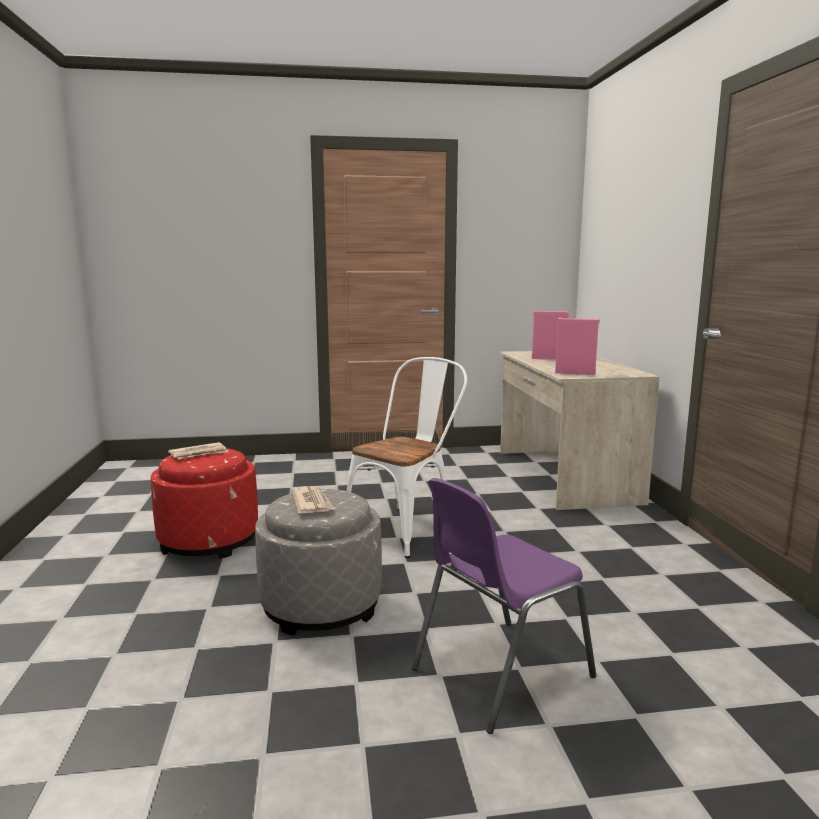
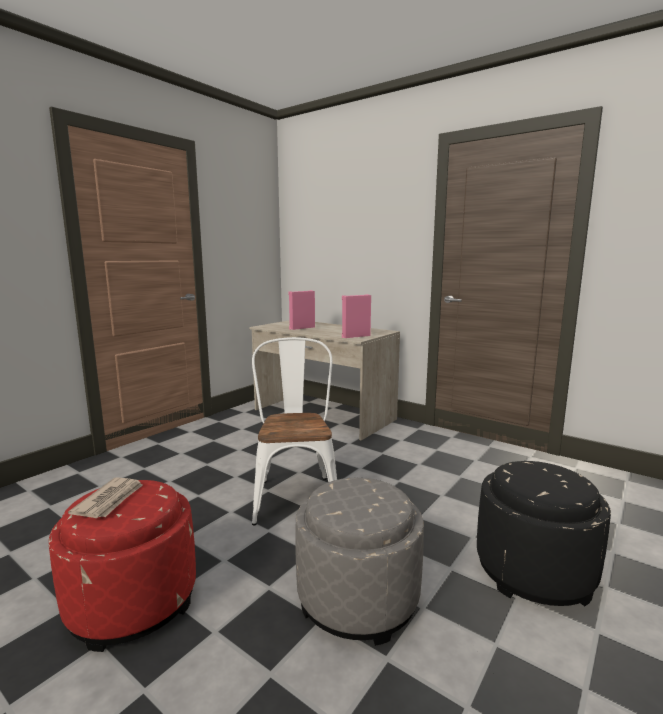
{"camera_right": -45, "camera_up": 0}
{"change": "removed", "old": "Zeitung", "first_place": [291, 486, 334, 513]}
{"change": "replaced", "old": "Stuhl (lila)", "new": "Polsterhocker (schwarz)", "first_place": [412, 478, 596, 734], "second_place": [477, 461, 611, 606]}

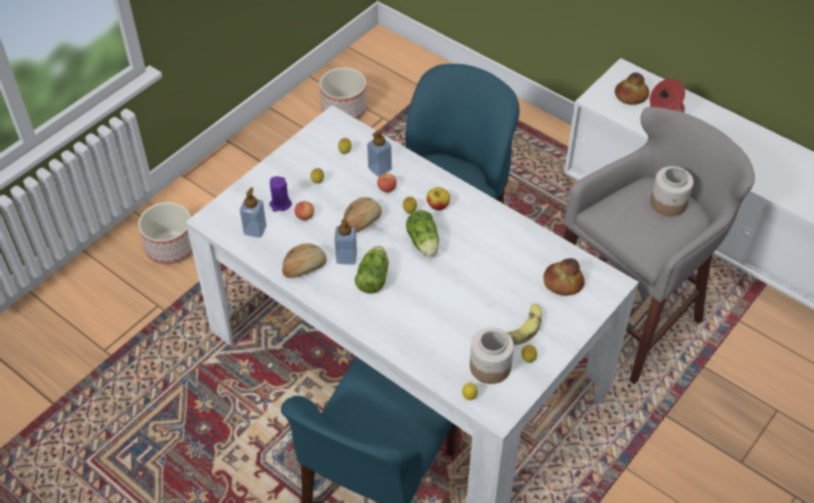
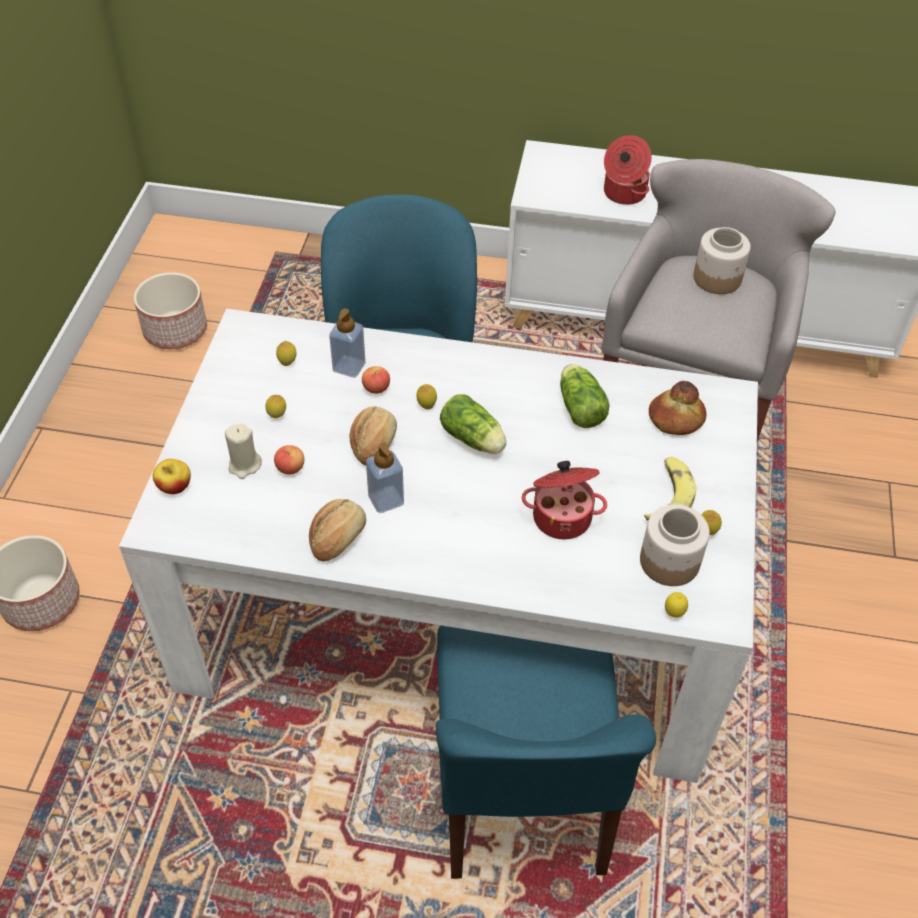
{"camera_right": -30, "camera_up": 0}
{"change": "removed", "old": "Seifenspender", "first_place": [240, 188, 267, 238]}
{"change": "removed", "old": "Brot", "first_place": [615, 72, 649, 105]}
{"change": "added", "new": "Kochtopf", "second_place": [522, 461, 607, 539]}
{"change": "moved", "old": "Salatkopf", "first_place": [355, 246, 388, 294], "second_place": [560, 364, 610, 428]}
{"change": "moved", "old": "Apfel", "first_place": [427, 187, 450, 210], "second_place": [153, 459, 191, 494]}
{"change": "recoloured", "old": "Kerze (lila)", "new": "Kerze (beige)", "first_place": [269, 176, 292, 212], "second_place": [225, 423, 262, 479]}

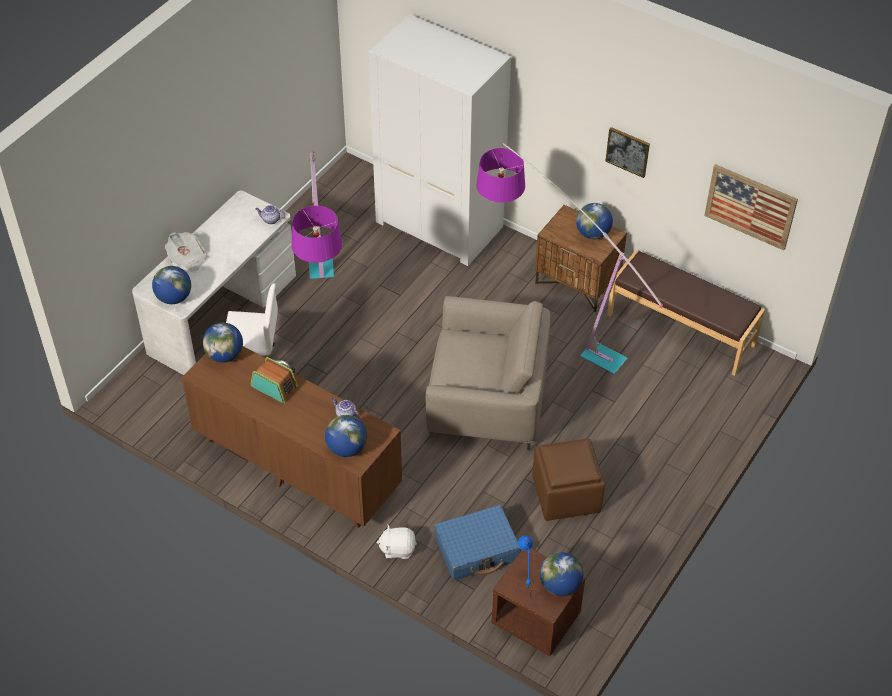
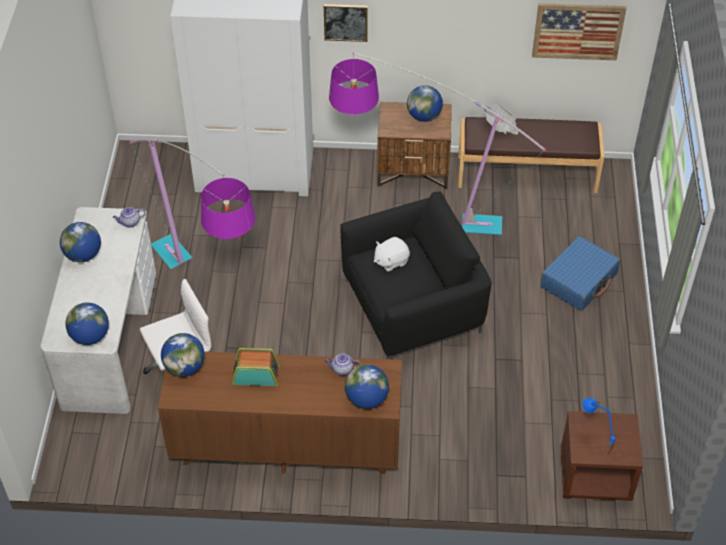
{"camera_right": -30, "camera_up": 0}
{"change": "removed", "old": "Polsterhocker (braun)", "first_place": [533, 438, 605, 521]}
{"change": "moved", "old": "Zeitung", "first_place": [165, 232, 207, 273], "second_place": [483, 103, 518, 135]}
{"change": "moved", "old": "Plüschtier (weiß)", "first_place": [376, 525, 416, 559], "second_place": [374, 237, 410, 272]}
{"change": "moved", "old": "Koffer (blau)", "first_place": [434, 505, 520, 580], "second_place": [541, 236, 620, 311]}
{"change": "moved", "old": "Globus", "first_place": [540, 552, 583, 596], "second_place": [60, 222, 101, 262]}
{"change": "moved", "old": "Bild", "first_place": [605, 127, 650, 178], "second_place": [324, 4, 368, 42]}
{"change": "recoloured", "old": "Sessel (beige)", "new": "Sessel (schwarz)", "first_place": [426, 296, 550, 451], "second_place": [341, 192, 491, 359]}

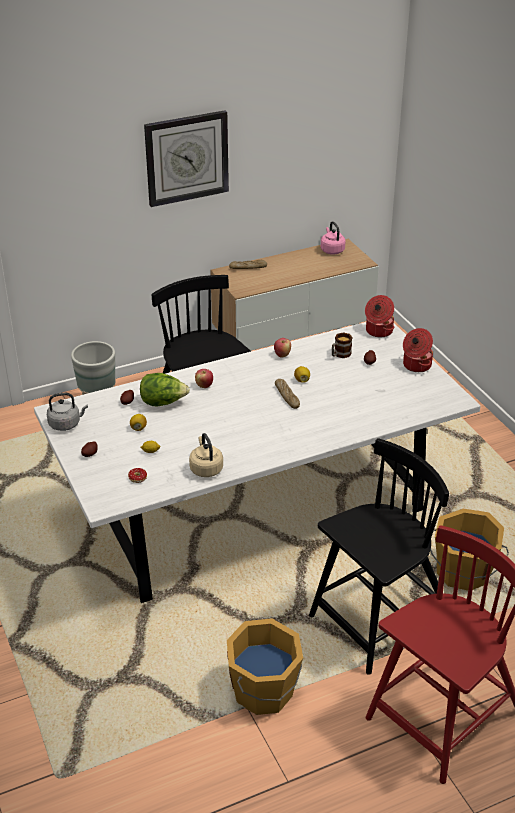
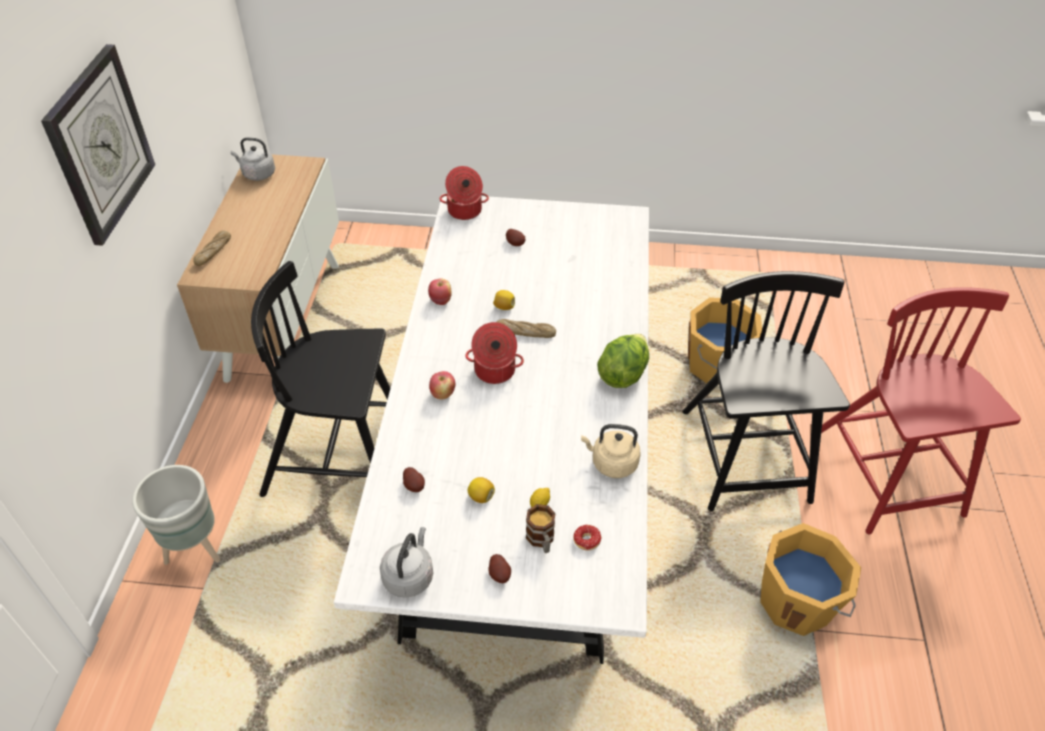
{"camera_right": -60, "camera_up": 10}
{"change": "moved", "old": "Salatkopf", "first_place": [140, 373, 190, 406], "second_place": [597, 334, 649, 388]}
{"change": "moved", "old": "Henkelbecher", "first_place": [332, 332, 353, 358], "second_place": [526, 504, 555, 553]}
{"change": "moved", "old": "Kochtopf", "first_place": [403, 328, 433, 372], "second_place": [466, 322, 524, 384]}
{"change": "recoloured", "old": "Wasserkessel (rosa)", "new": "Wasserkessel (grau)", "first_place": [321, 221, 346, 255], "second_place": [231, 138, 275, 181]}

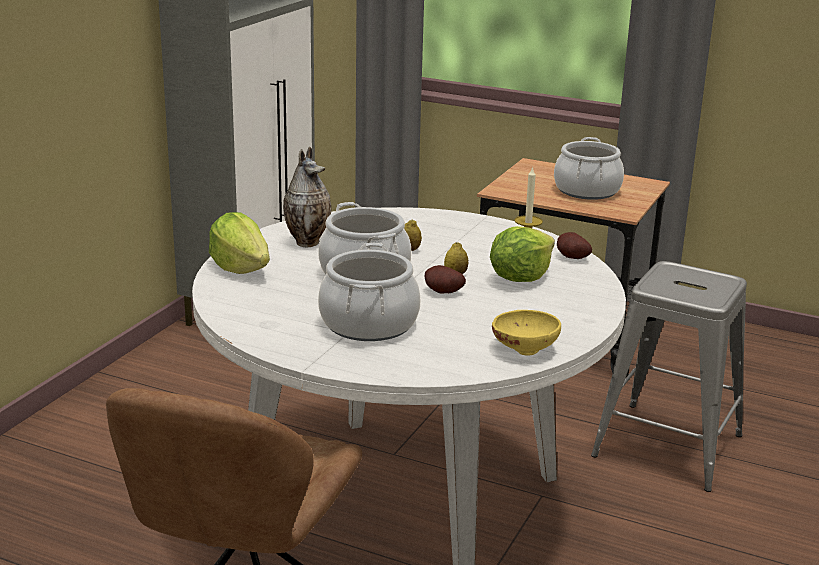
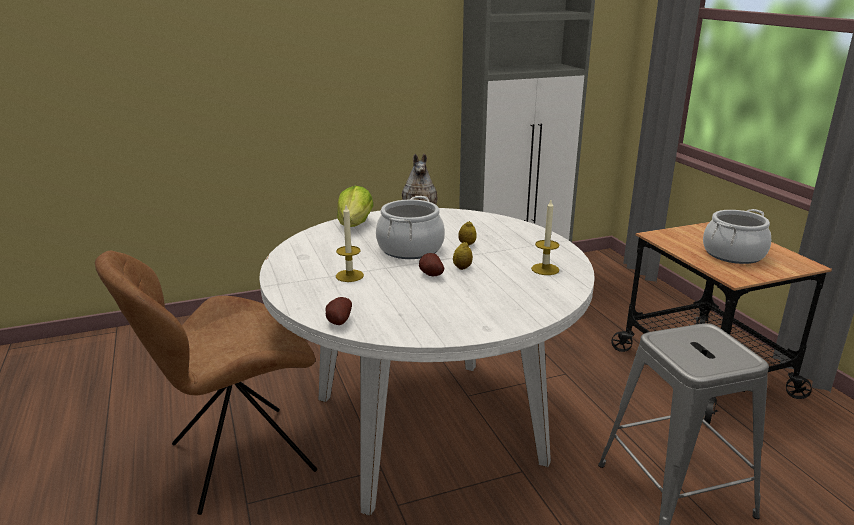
{"camera_right": 45, "camera_up": 0}
{"change": "removed", "old": "Salatkopf", "first_place": [490, 226, 555, 282]}
{"change": "removed", "old": "Schüssel (gelb)", "first_place": [492, 310, 561, 356]}
{"change": "moved", "old": "Kartoffel", "first_place": [557, 232, 592, 259], "second_place": [325, 297, 352, 325]}
{"change": "replaced", "old": "Kochtopf", "new": "Kerze", "first_place": [318, 243, 421, 341], "second_place": [336, 205, 364, 282]}

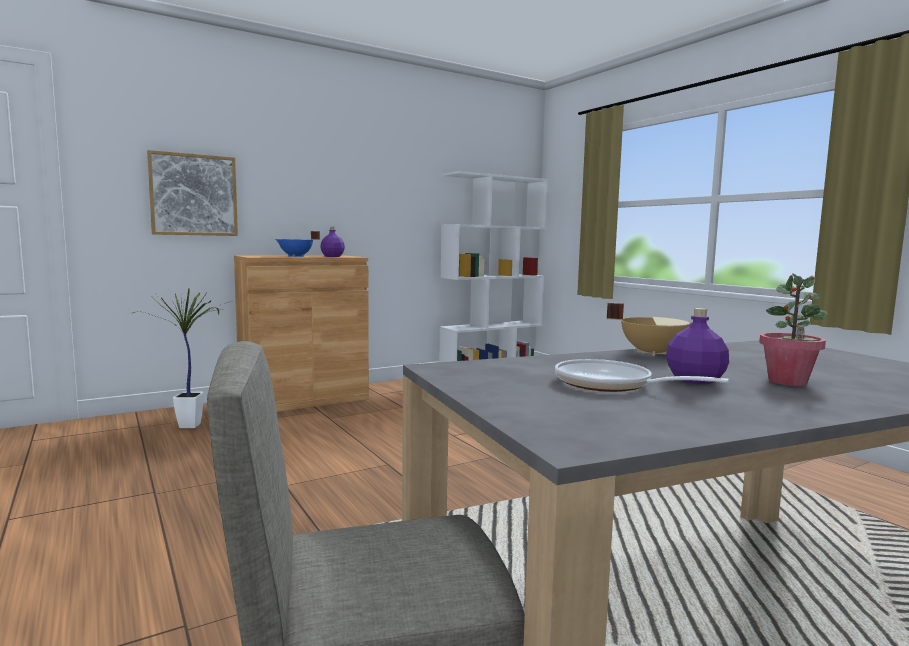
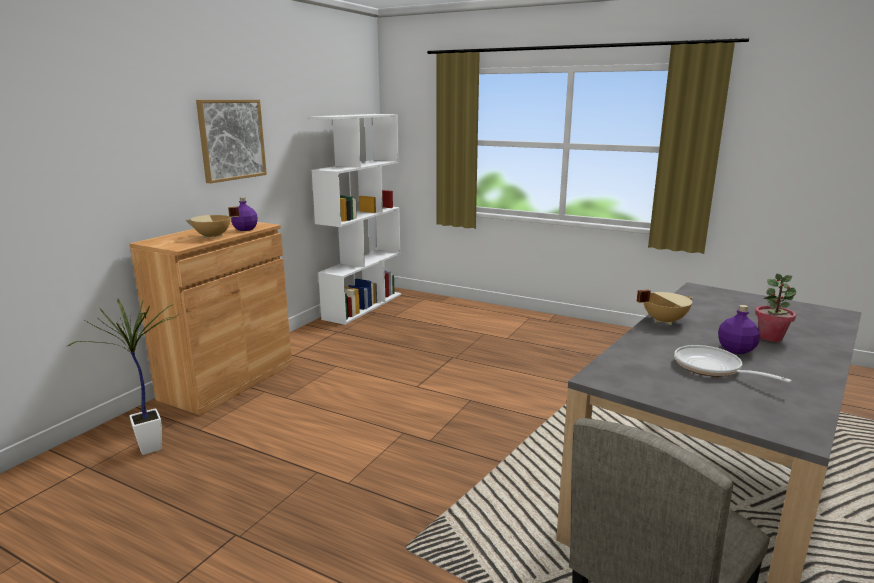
{"camera_right": -30, "camera_up": 10}
{"change": "moved", "old": "Bild", "first_place": [147, 150, 238, 236], "second_place": [196, 100, 267, 184]}
{"change": "recoloured", "old": "Kochtopf (blau)", "new": "Kochtopf (beige)", "first_place": [275, 231, 320, 257], "second_place": [185, 207, 239, 239]}
{"change": "turned", "old": "Pfanne", "first_place": [555, 359, 730, 392], "second_place": [674, 345, 792, 383], "degrees": 45}

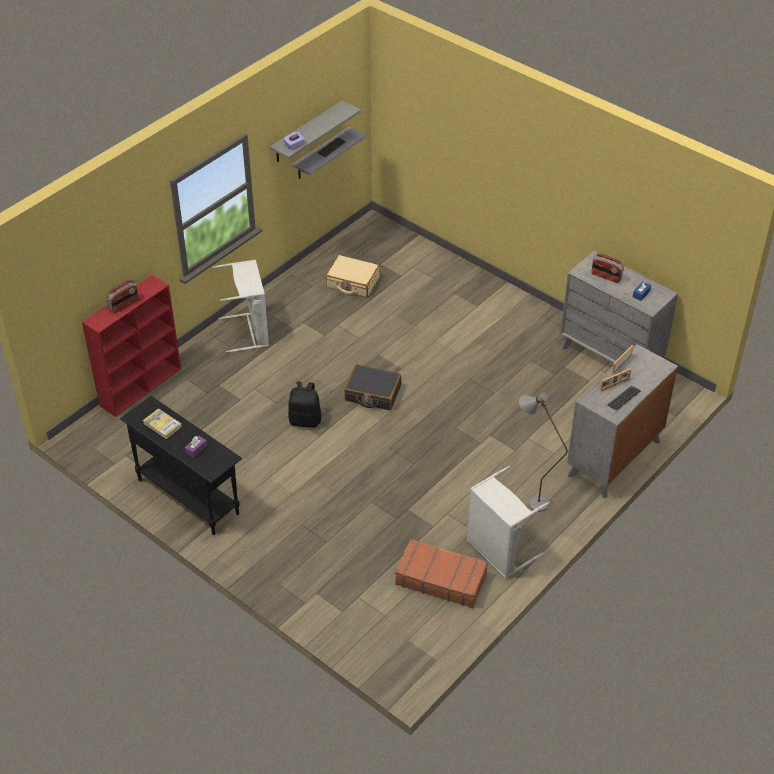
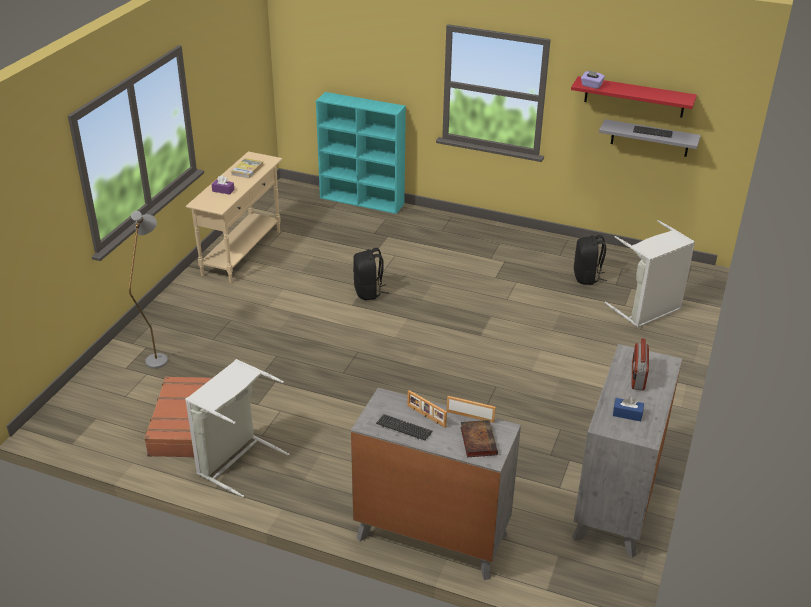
{"camera_right": 70, "camera_up": -10}
{"change": "removed", "old": "Radio", "first_place": [107, 279, 139, 313]}
{"change": "removed", "old": "Koffer (schwarz)", "first_place": [344, 364, 401, 411]}
{"change": "added", "new": "Buch", "second_place": [460, 420, 498, 457]}
{"change": "moved", "old": "Wäschekorb (grau)", "first_place": [213, 260, 269, 353], "second_place": [604, 220, 695, 328]}
{"change": "moved", "old": "Stehlampe (grau)", "first_place": [519, 392, 568, 512], "second_place": [129, 211, 168, 368]}
{"change": "replaced", "old": "Koffer (beige)", "new": "Rucksack (schwarz)", "first_place": [326, 255, 380, 297], "second_place": [574, 235, 607, 285]}
{"change": "recoloured", "old": "Bücherregal (rot)", "new": "Bücherregal (türkis)", "first_place": [82, 275, 181, 417], "second_place": [316, 92, 406, 214]}
{"change": "recoloured", "old": "Konsolentisch (schwarz)", "new": "Konsolentisch (beige)", "first_place": [120, 396, 242, 535], "second_place": [186, 151, 282, 283]}
{"change": "recoloured", "old": "Wandregal (grau)", "new": "Wandregal (rot)", "first_place": [270, 101, 361, 162], "second_place": [571, 76, 697, 118]}

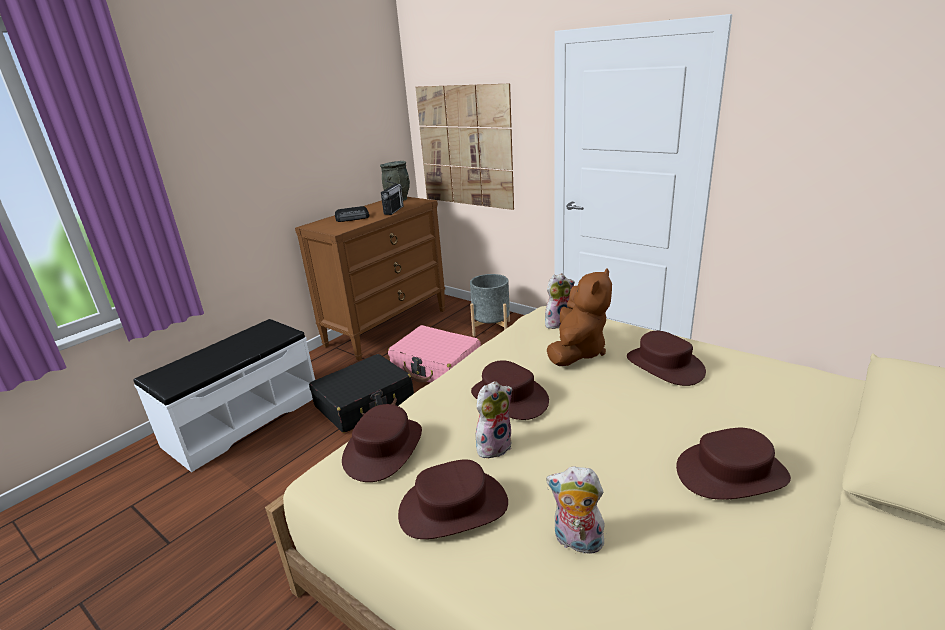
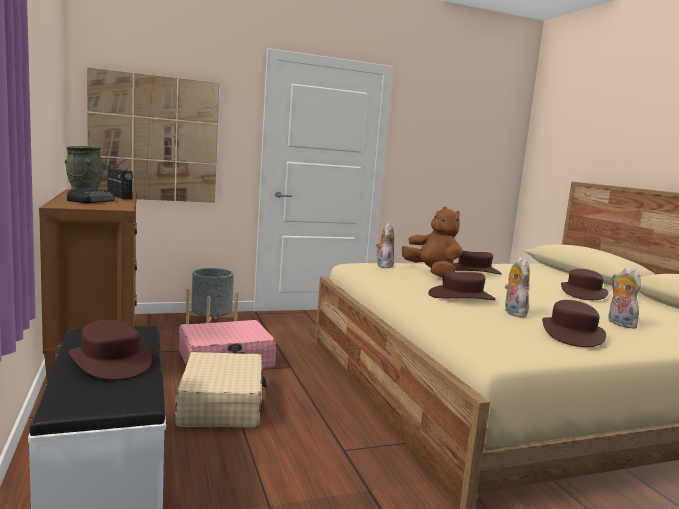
{"camera_right": -60, "camera_up": -15}
{"change": "moved", "old": "Hut (braun)", "first_place": [342, 404, 422, 482], "second_place": [68, 320, 152, 380]}
{"change": "recoloured", "old": "Koffer (schwarz)", "new": "Koffer (beige)", "first_place": [309, 354, 414, 433], "second_place": [175, 352, 267, 428]}
{"change": "turned", "old": "Plüschtier", "first_place": [546, 466, 605, 557], "second_place": [608, 267, 641, 329], "degrees": 105}

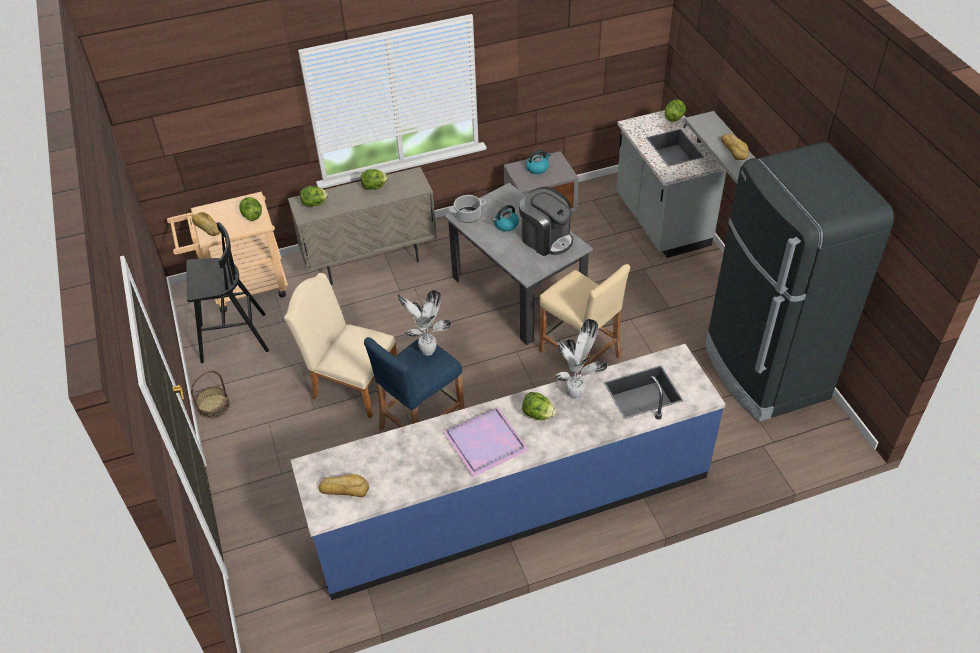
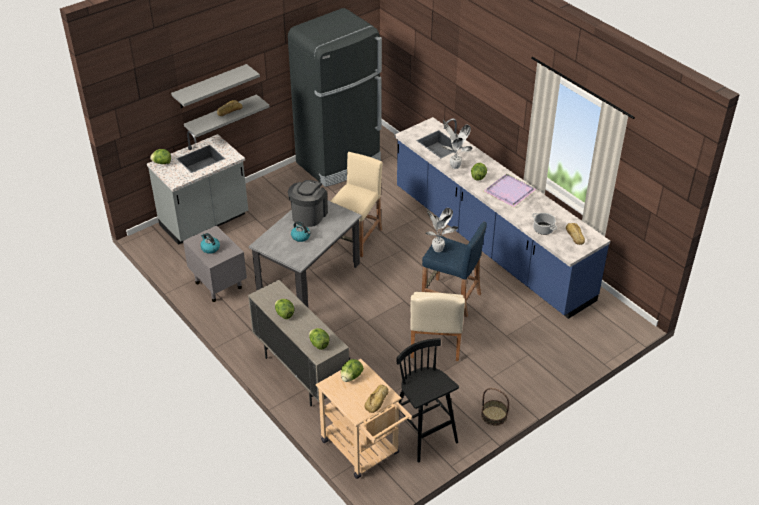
{"camera_right": -110, "camera_up": -5}
{"change": "added", "new": "Wandregal (grau)", "second_place": [171, 64, 260, 108]}
{"change": "moved", "old": "Kochtopf", "first_place": [449, 195, 486, 223], "second_place": [532, 213, 557, 235]}

